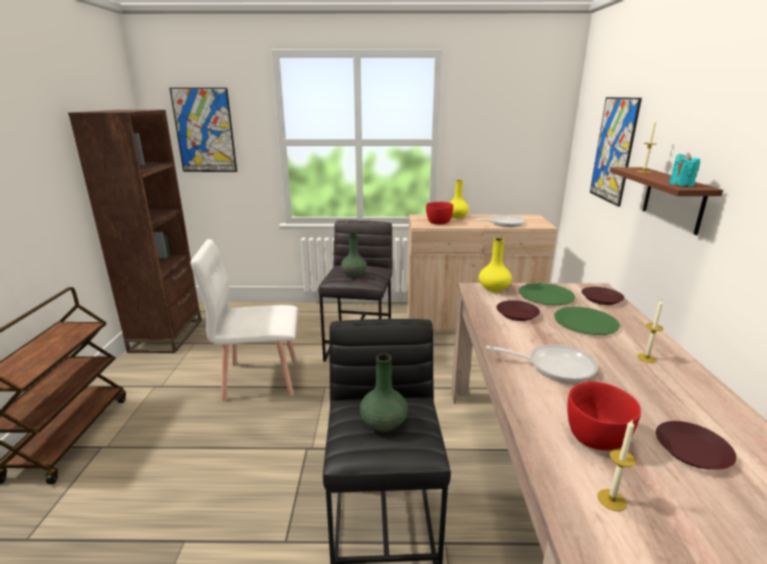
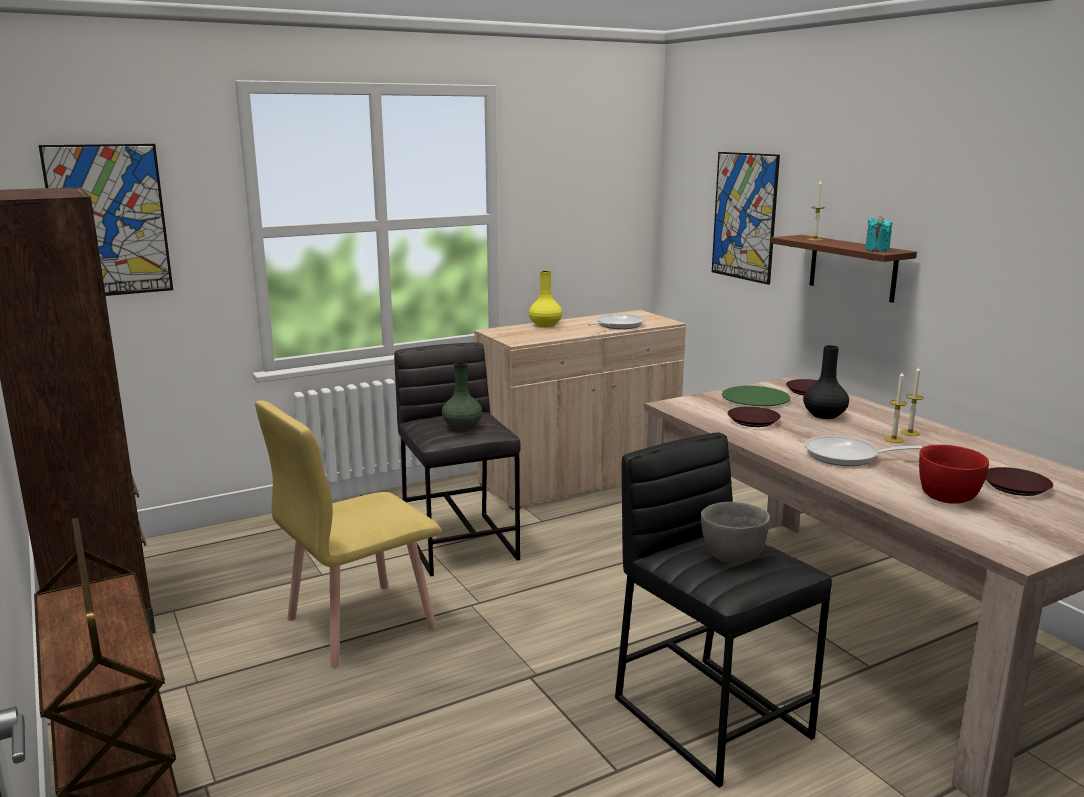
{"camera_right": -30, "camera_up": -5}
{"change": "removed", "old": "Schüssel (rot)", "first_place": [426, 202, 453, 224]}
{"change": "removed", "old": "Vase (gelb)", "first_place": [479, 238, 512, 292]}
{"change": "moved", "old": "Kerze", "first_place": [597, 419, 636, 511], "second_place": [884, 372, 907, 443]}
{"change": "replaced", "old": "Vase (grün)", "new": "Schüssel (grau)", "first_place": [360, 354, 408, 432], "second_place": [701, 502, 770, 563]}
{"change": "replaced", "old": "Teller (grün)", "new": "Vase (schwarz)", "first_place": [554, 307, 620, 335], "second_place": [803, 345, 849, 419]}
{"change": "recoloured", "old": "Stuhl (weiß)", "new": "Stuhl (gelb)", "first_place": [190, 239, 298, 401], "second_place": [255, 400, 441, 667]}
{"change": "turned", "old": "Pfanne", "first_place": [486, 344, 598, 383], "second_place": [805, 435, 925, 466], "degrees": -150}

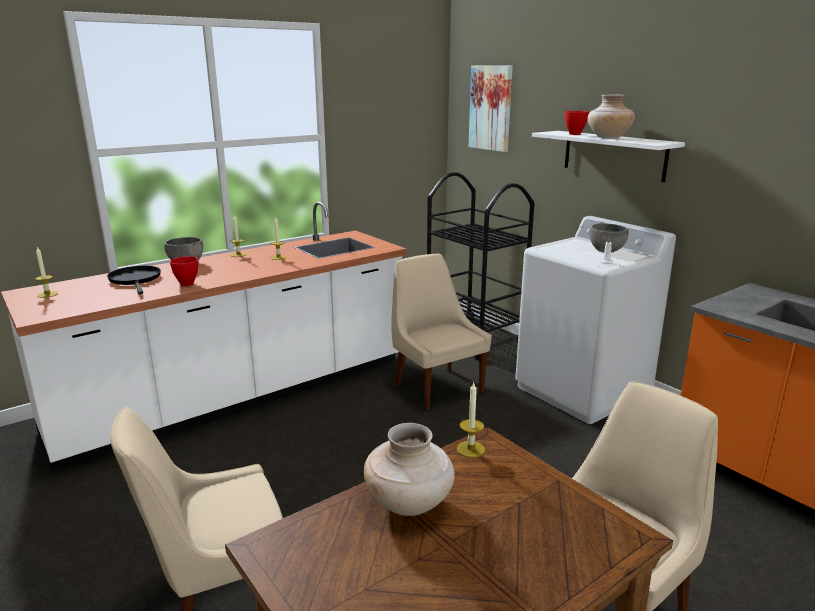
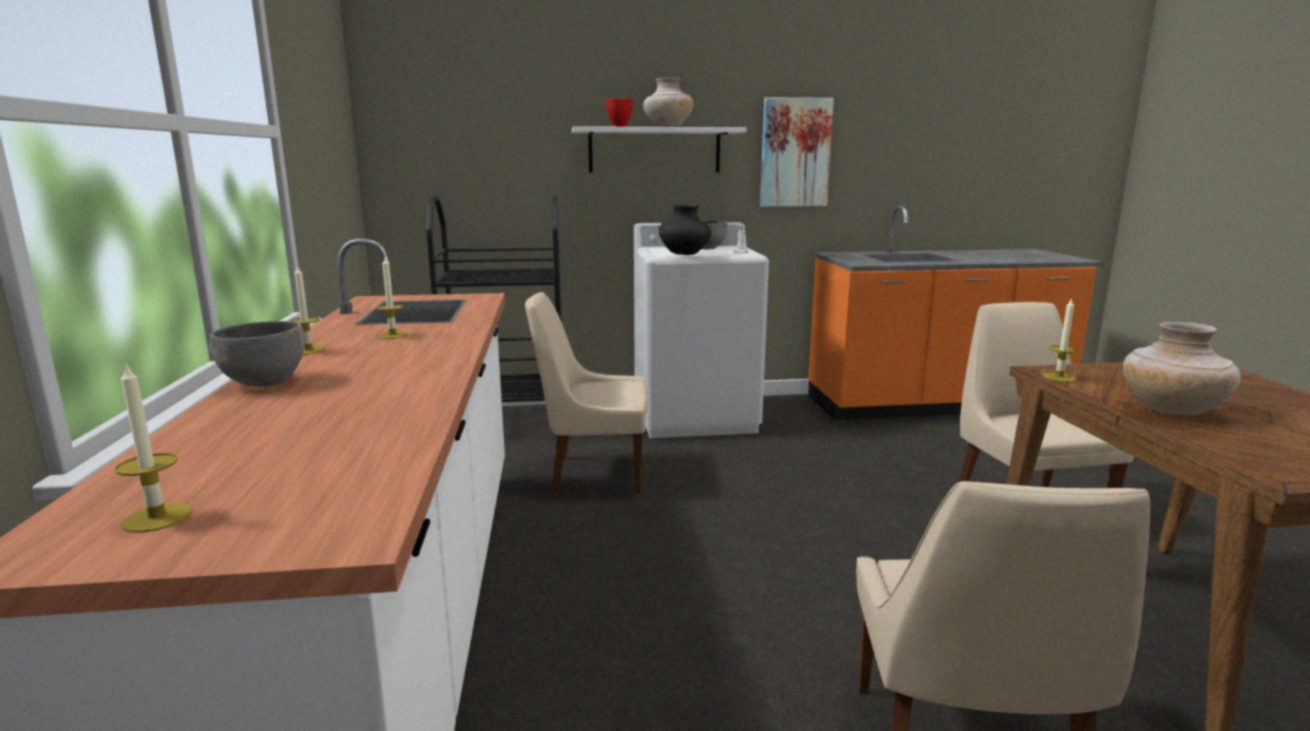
{"camera_right": -60, "camera_up": -5}
{"change": "removed", "old": "Pfanne (schwarz)", "first_place": [107, 266, 161, 294]}
{"change": "removed", "old": "Schüssel (rot)", "first_place": [170, 256, 198, 286]}
{"change": "added", "new": "Vase (schwarz)", "second_place": [659, 205, 711, 255]}
{"change": "moved", "old": "Bild", "first_place": [469, 65, 513, 152], "second_place": [760, 97, 834, 207]}

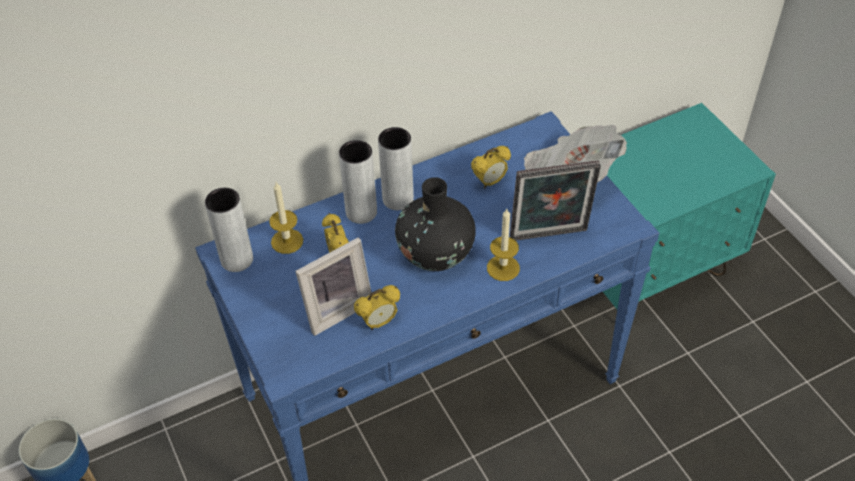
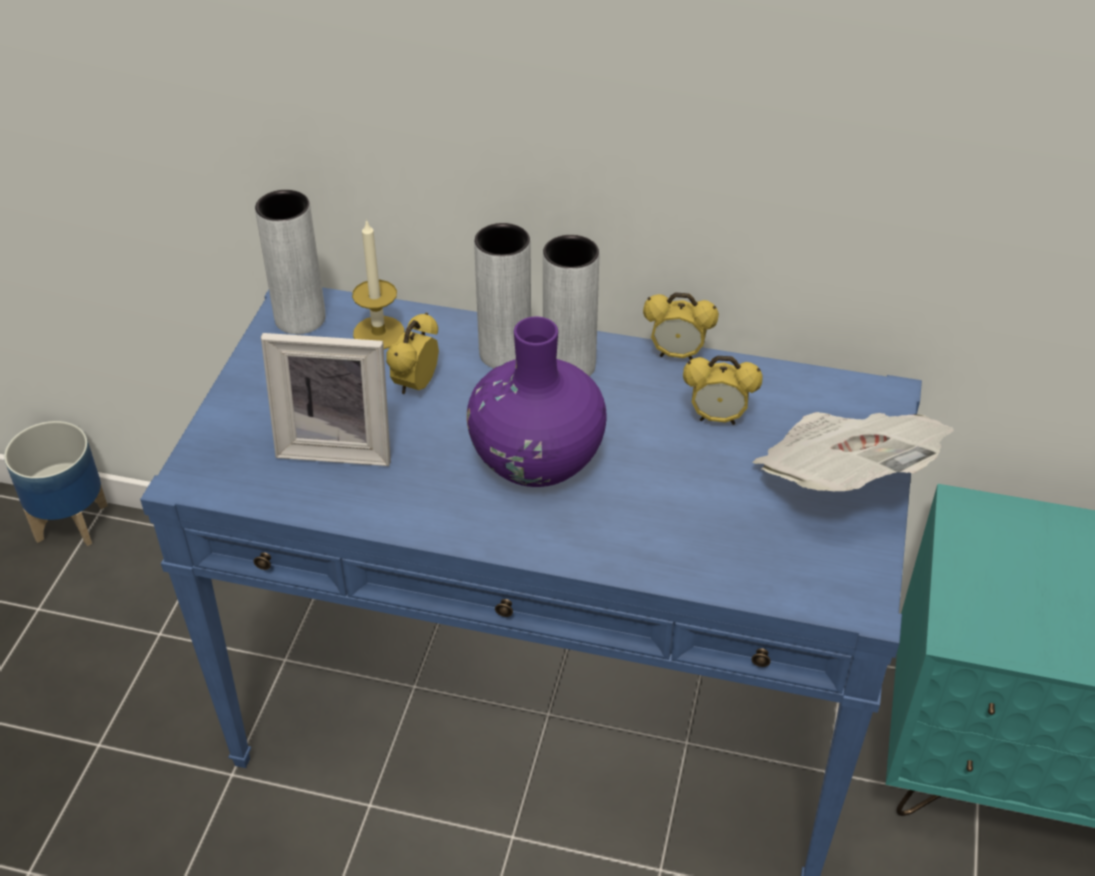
{"camera_right": 40, "camera_up": -5}
{"change": "removed", "old": "Kerze", "first_place": [487, 209, 520, 281]}
{"change": "removed", "old": "Bilderrahmen", "first_place": [510, 160, 601, 241]}
{"change": "moved", "old": "Wecker", "first_place": [354, 285, 400, 330], "second_place": [643, 292, 719, 360]}
{"change": "recoloured", "old": "Vase (schwarz)", "new": "Vase (lila)", "first_place": [395, 177, 476, 271], "second_place": [467, 316, 607, 487]}

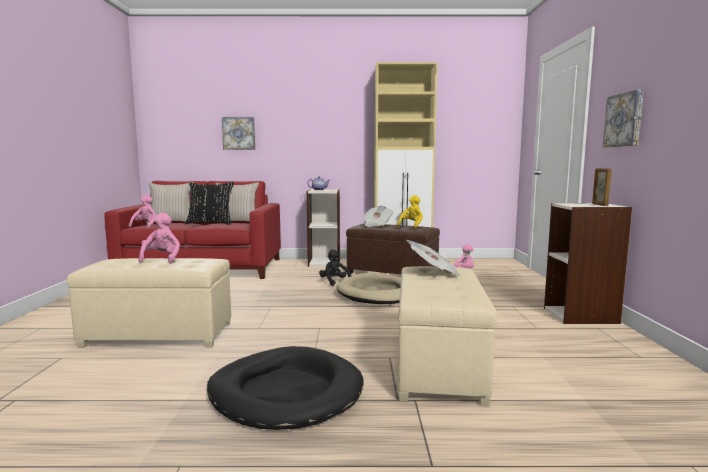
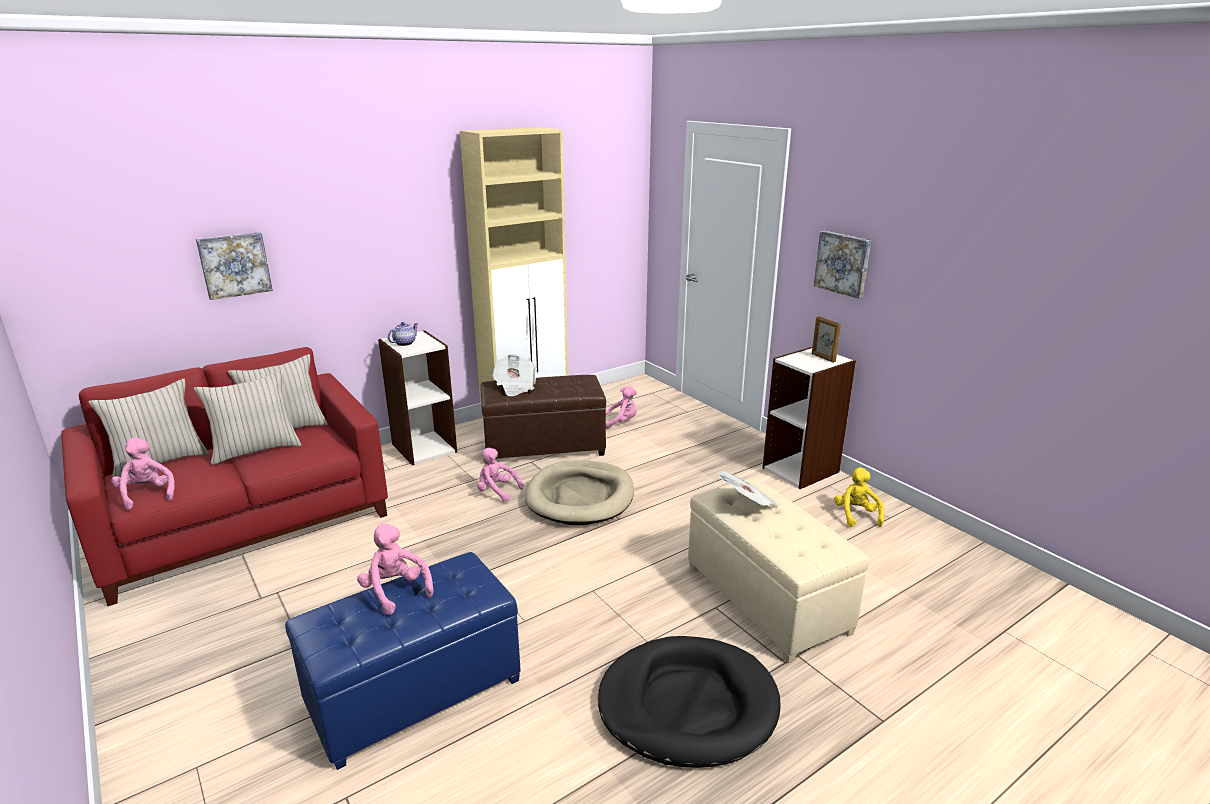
{"camera_right": -35, "camera_up": 15}
{"change": "moved", "old": "Plüschtier (gelb)", "first_place": [398, 195, 423, 228], "second_place": [834, 467, 884, 527]}
{"change": "recoloured", "old": "Polsterhocker (beige)", "new": "Polsterhocker (blau)", "first_place": [67, 258, 231, 348], "second_place": [285, 552, 521, 770]}
{"change": "recoloured", "old": "Kissen (schwarz)", "new": "Kissen (beige)", "first_place": [185, 182, 234, 225], "second_place": [194, 370, 301, 465]}
{"change": "recoloured", "old": "Plüschtier (schwarz)", "new": "Plüschtier (rosa)", "first_place": [319, 250, 351, 286], "second_place": [477, 448, 524, 502]}

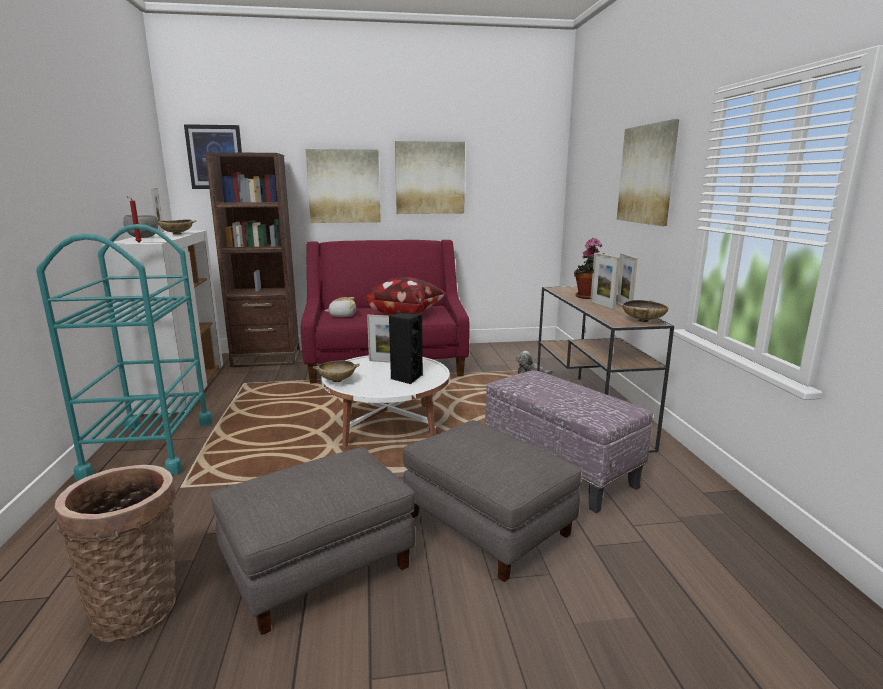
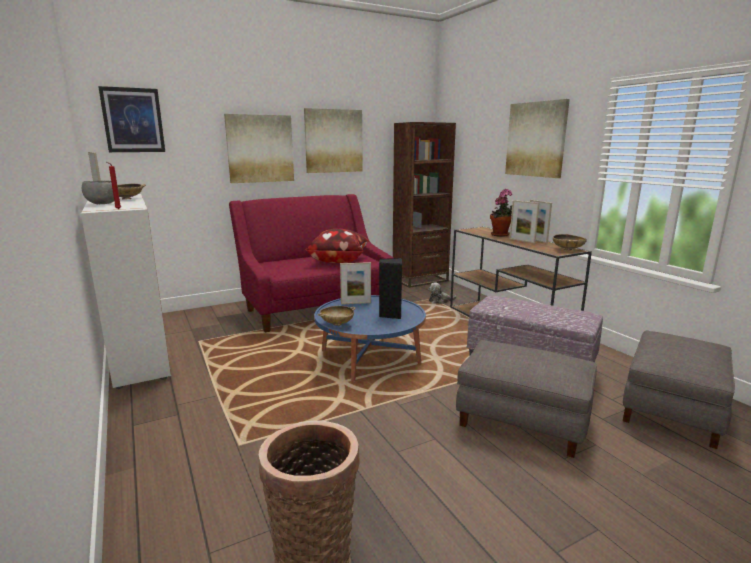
{"camera_right": -20, "camera_up": 0}
{"change": "removed", "old": "Rollwagen (türkis)", "first_place": [36, 224, 213, 481]}
{"change": "removed", "old": "Plüschtier", "first_place": [325, 297, 356, 317]}
{"change": "moved", "old": "Bücherregal (braun)", "first_place": [205, 152, 300, 367], "second_place": [393, 122, 456, 288]}
{"change": "moved", "old": "Polsterhocker (grau)", "first_place": [211, 447, 415, 635], "second_place": [623, 330, 735, 449]}
{"change": "recoloured", "old": "Couchtisch (weiß)", "new": "Couchtisch (blau)", "first_place": [321, 355, 450, 447], "second_place": [314, 295, 426, 382]}

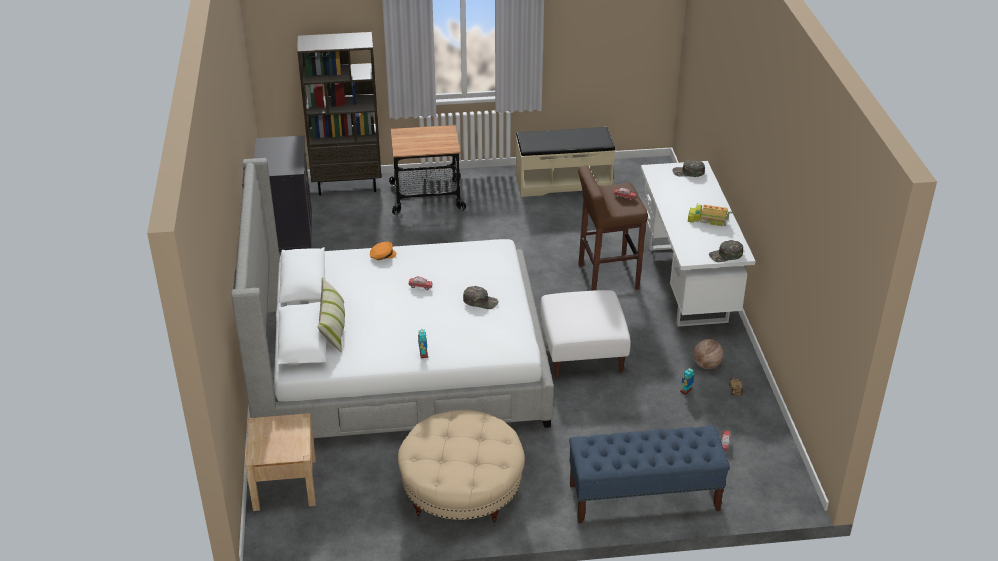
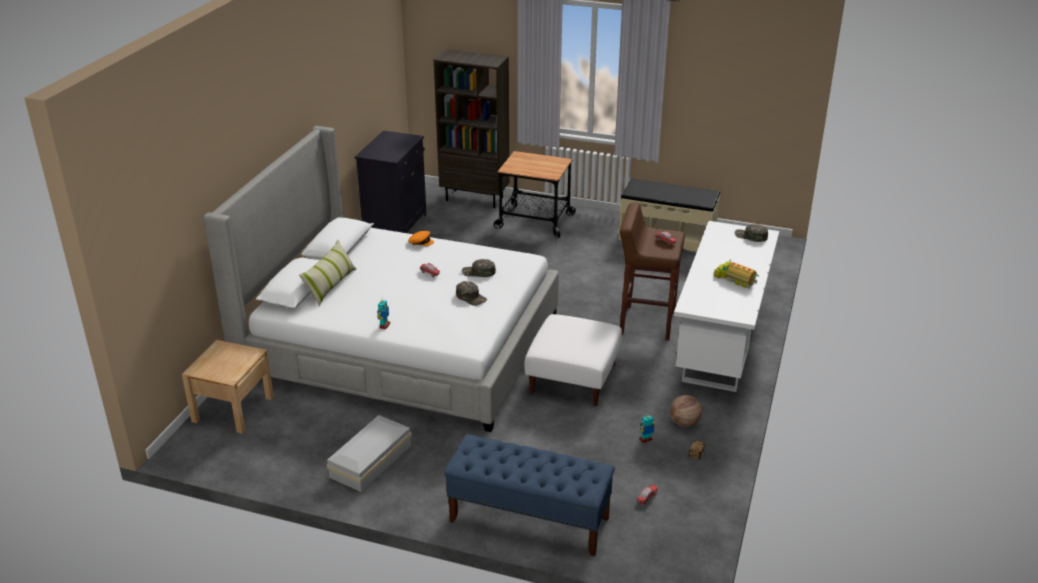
{"camera_right": 25, "camera_up": -5}
{"change": "moved", "old": "Kappe (grün)", "first_place": [709, 240, 743, 262], "second_place": [462, 259, 496, 277]}
{"change": "replaced", "old": "Polsterhocker (beige)", "new": "Aufbewahrungsbox (weiß)", "first_place": [398, 410, 525, 525], "second_place": [327, 415, 412, 492]}

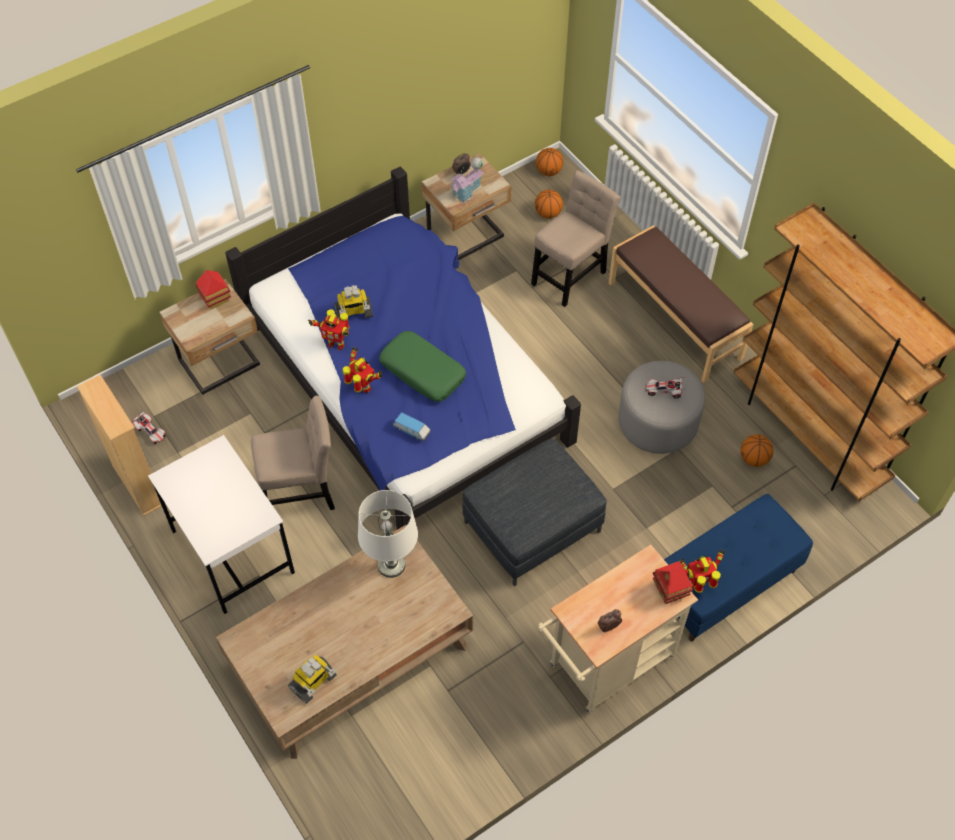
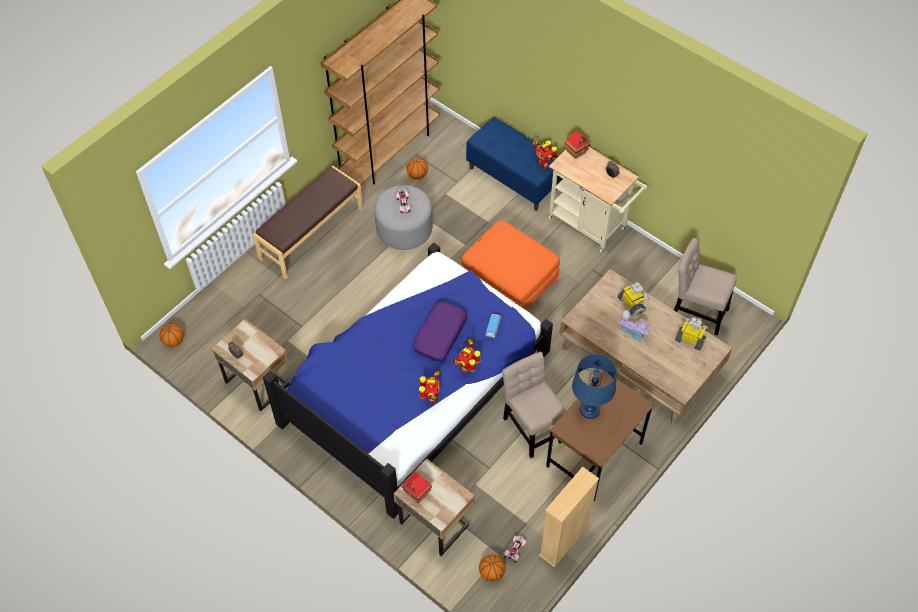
{"camera_right": -105, "camera_up": 0}
{"change": "removed", "old": "Tischlampe (weiß)", "first_place": [358, 490, 418, 578]}
{"change": "added", "new": "Tischlampe (blau)", "second_place": [572, 354, 617, 419]}
{"change": "moved", "old": "Spielzeugroboter", "first_place": [334, 285, 373, 320], "second_place": [618, 282, 650, 317]}
{"change": "moved", "old": "Spielzeughaus", "first_place": [450, 157, 484, 203], "second_place": [619, 310, 651, 342]}
{"change": "moved", "old": "Stuhl (beige)", "first_place": [531, 170, 620, 307], "second_place": [674, 238, 737, 335]}
{"change": "moved", "old": "Basketball", "first_place": [535, 190, 563, 219], "second_place": [479, 555, 505, 582]}
{"change": "recoloured", "old": "Schreibtisch (weiß)", "new": "Schreibtisch (braun)", "first_place": [148, 435, 295, 614], "second_place": [546, 370, 654, 500]}
{"change": "recoloured", "old": "Kissen (grün)", "new": "Kissen (lila)", "first_place": [379, 331, 466, 402], "second_place": [413, 302, 467, 362]}
{"change": "recoloured", "old": "Polsterhocker (grau)", "new": "Polsterhocker (orange)", "first_place": [462, 438, 607, 586], "second_place": [462, 220, 560, 310]}

